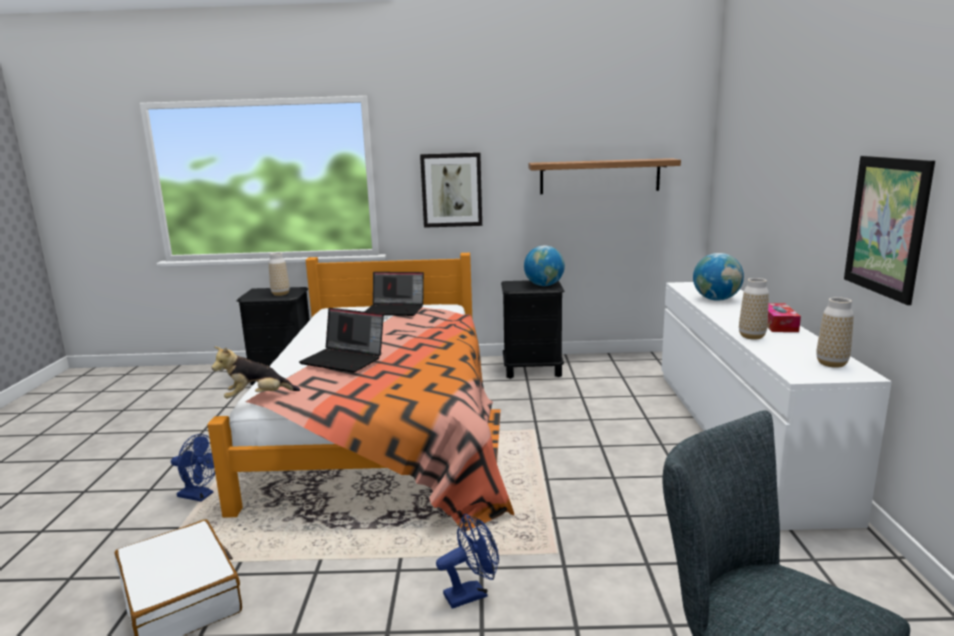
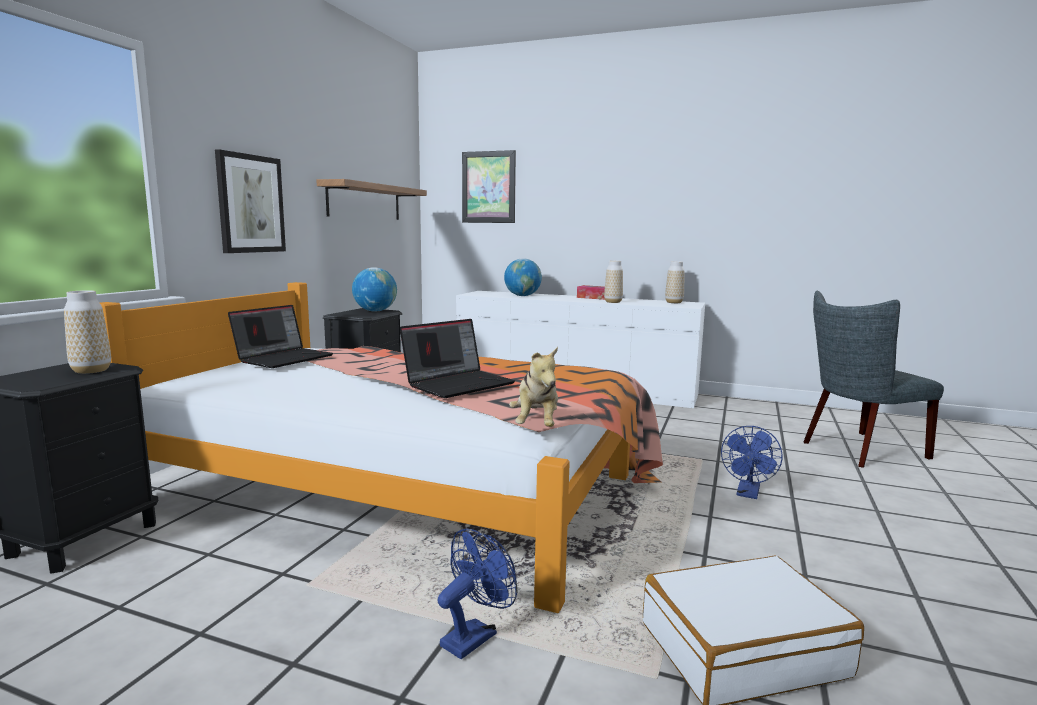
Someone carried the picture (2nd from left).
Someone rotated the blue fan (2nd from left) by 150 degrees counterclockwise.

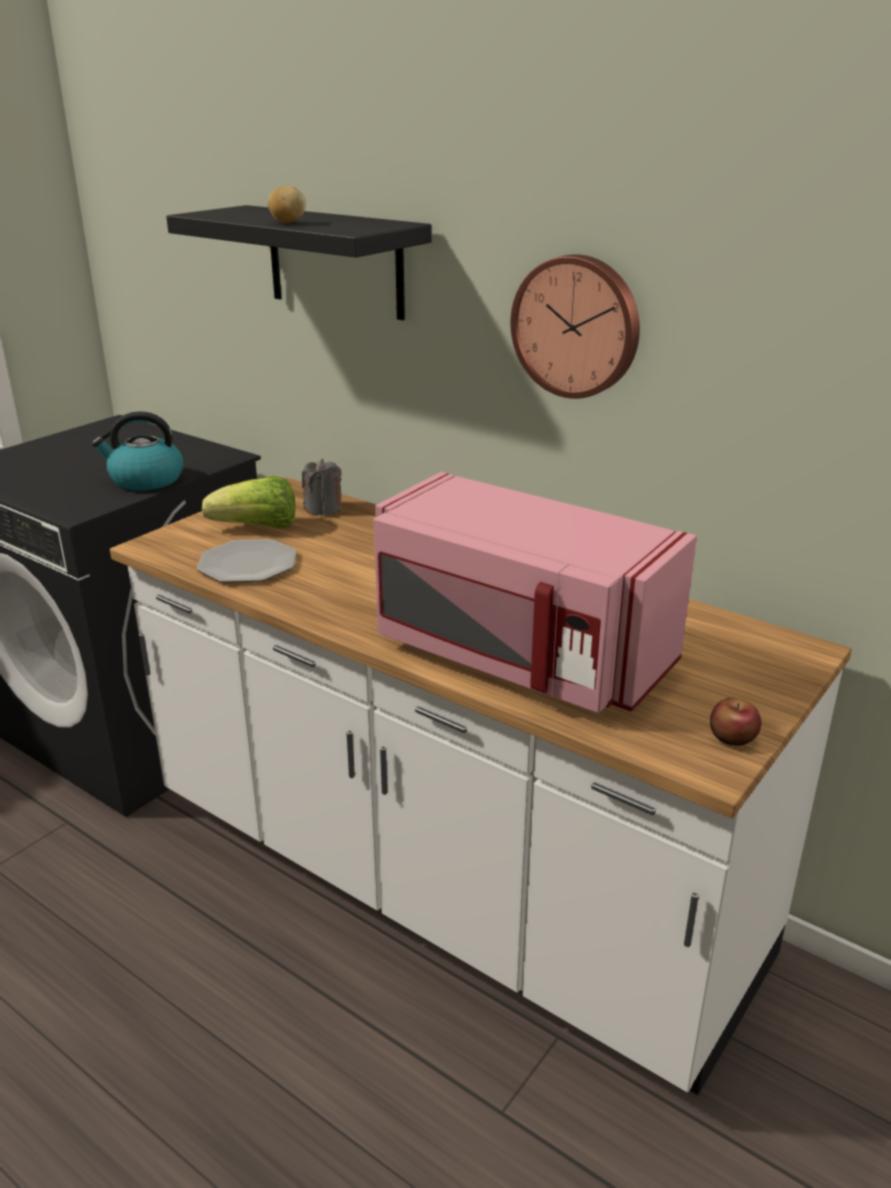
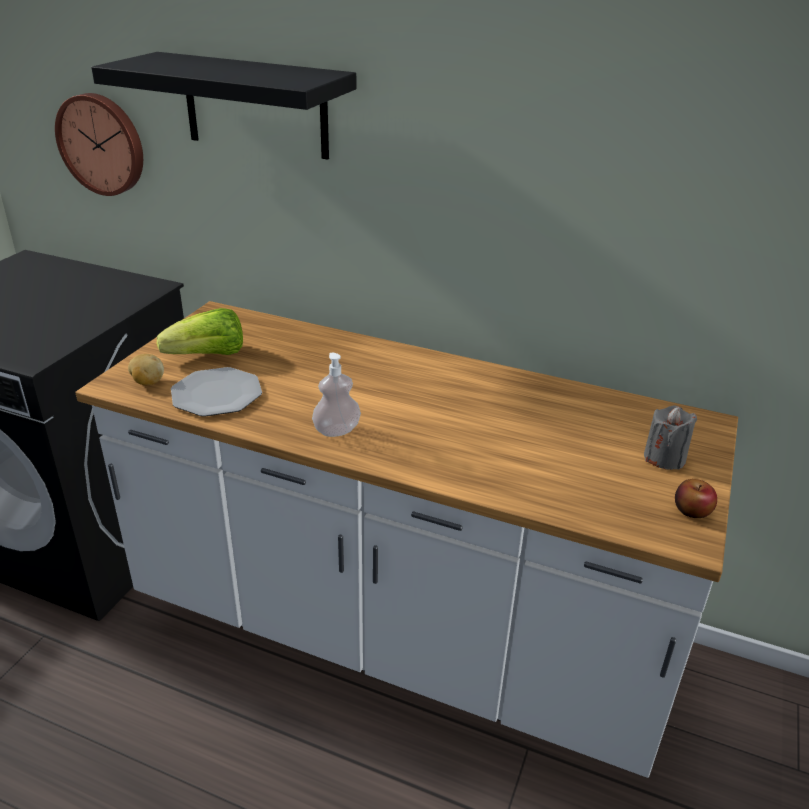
Someone carried the wall clock.
Someone carried the potato.
Someone put down the soap dispenser.
Someone carried the grey candle.
Someone took away the kettle.
Someone took away the pink microwave.

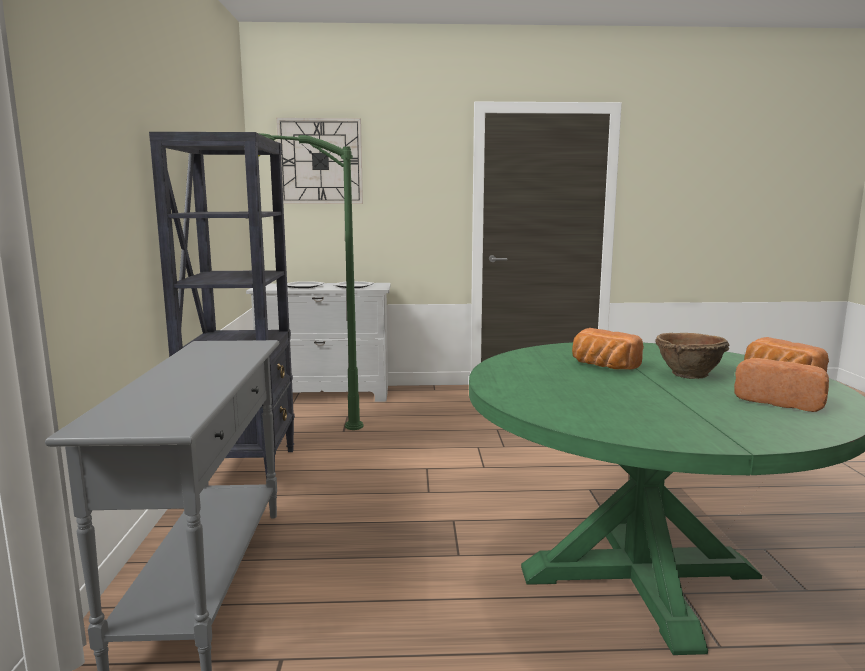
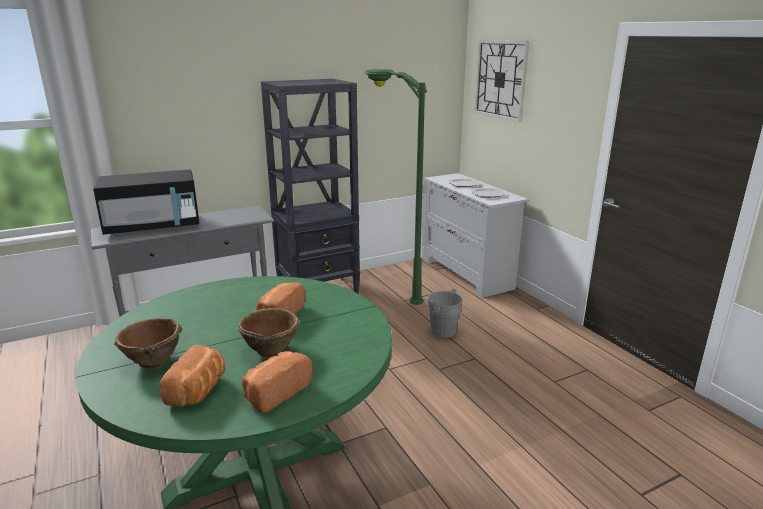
Someone put down the black microwave.
Someone put down the brown bowl (1st from left).
Someone put down the grey bucket.

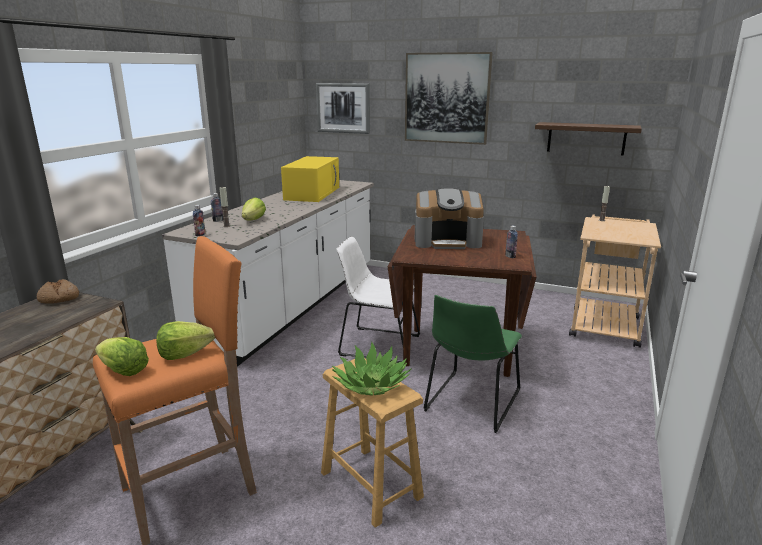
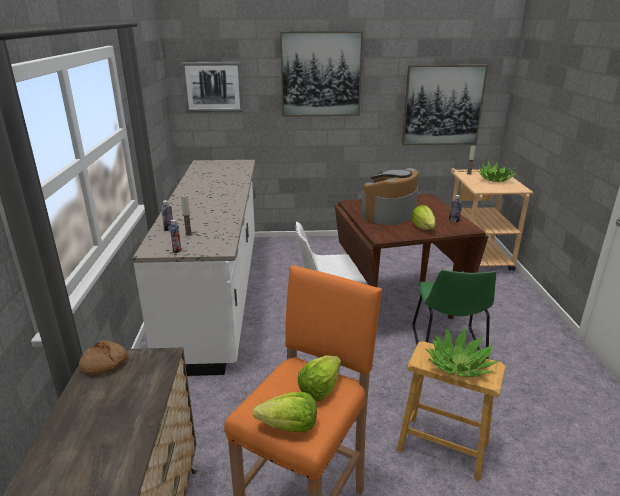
Someone rotated the coffee machine by 150 degrees clockwise.
Someone swapped the shelf for the picture (3rd from left).
Someone carried the lettuce (3rd from left).
Someone put down the potted plant (2nd from left).
Someone took away the yellow microwave.

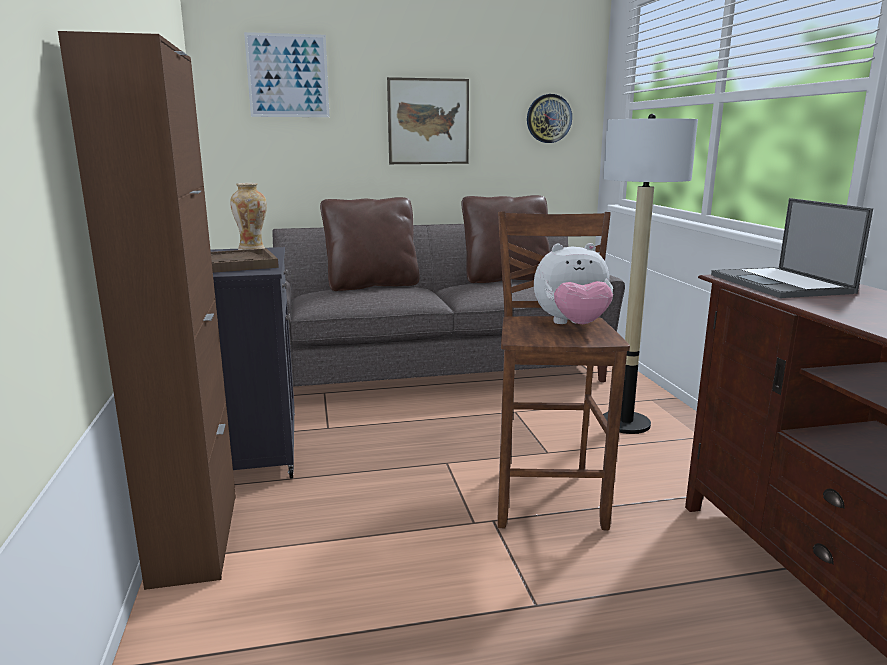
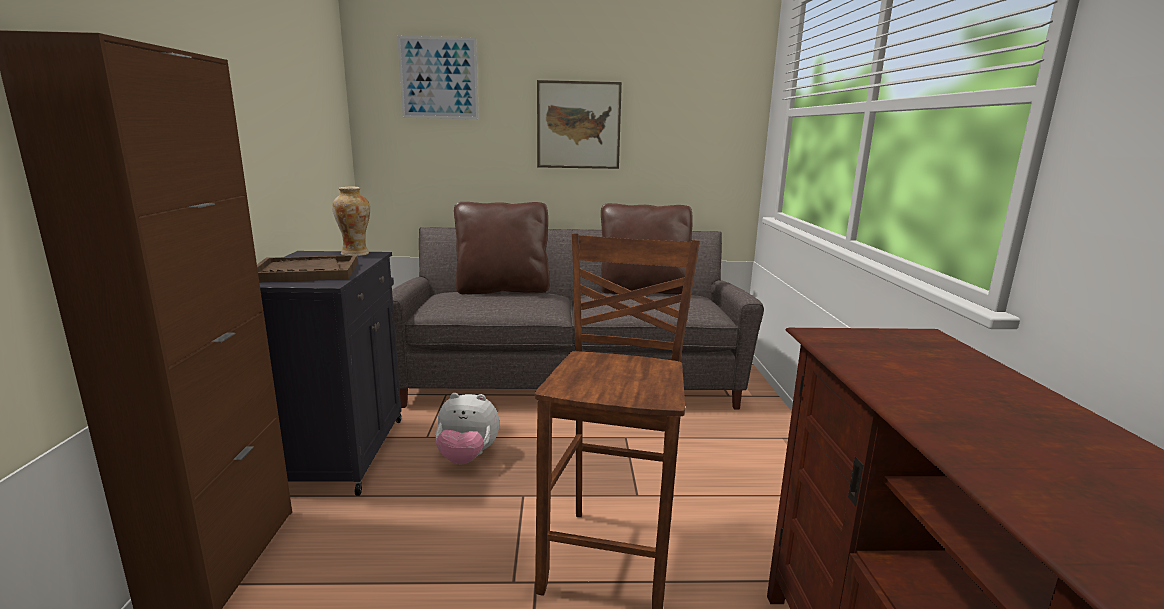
Someone carried the plush toy.
Someone took away the wall clock.
Someone took away the floor lamp.
Someone took away the laptop.

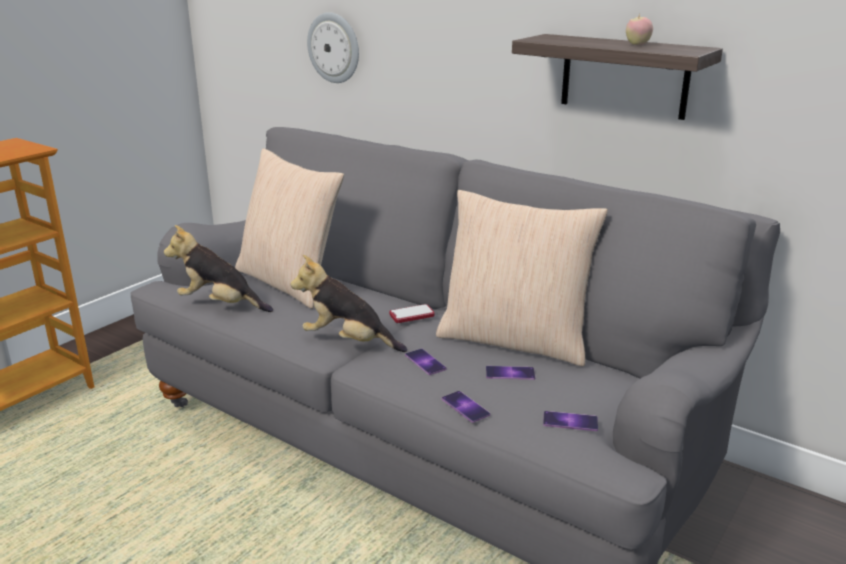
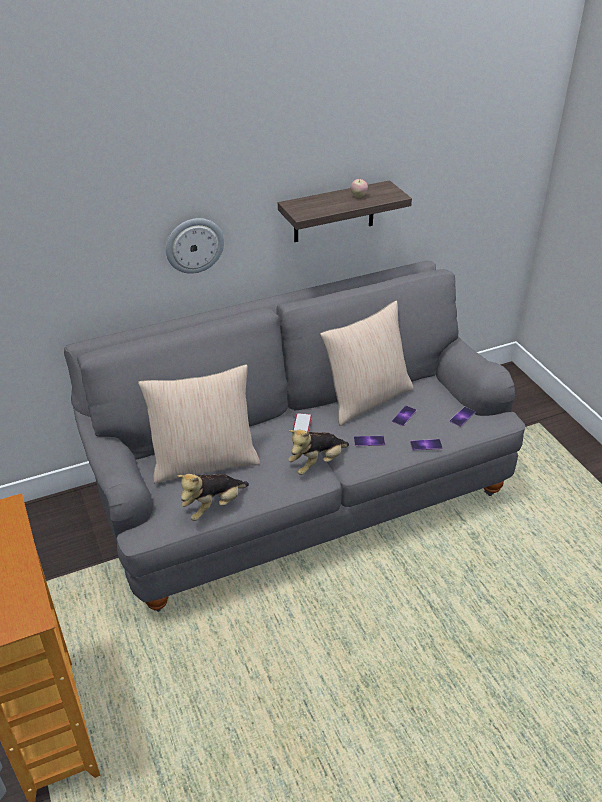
Someone carried the wall clock.

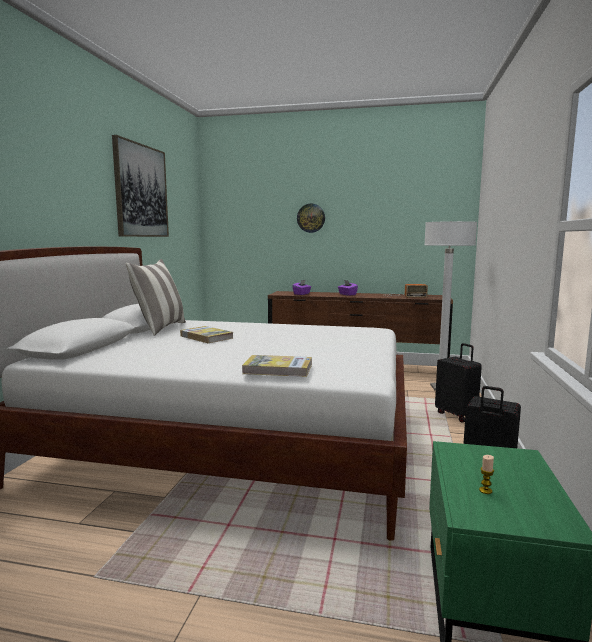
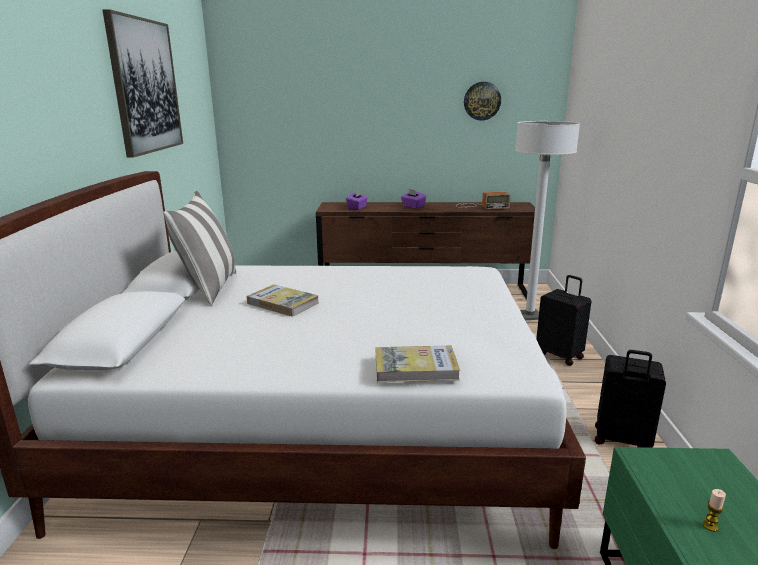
Someone carried the wall clock.

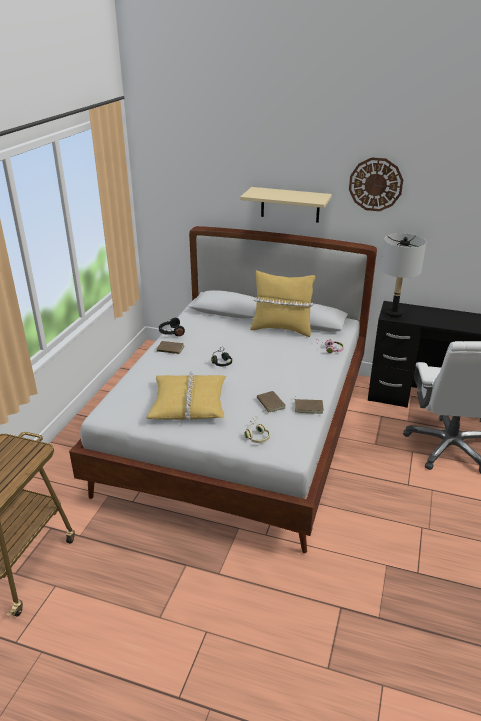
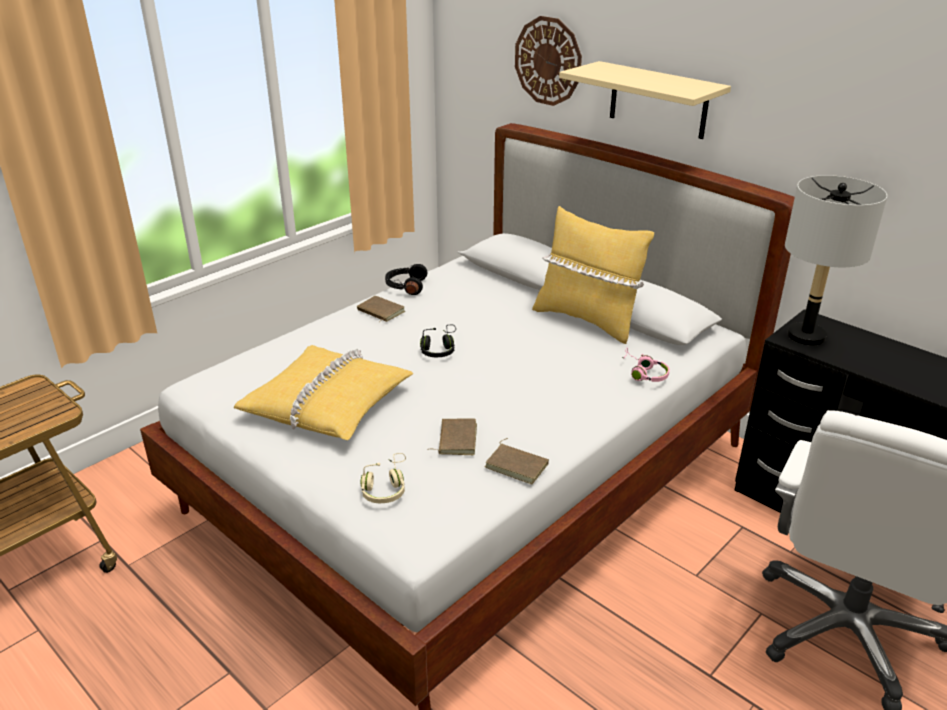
Someone carried the wall clock.

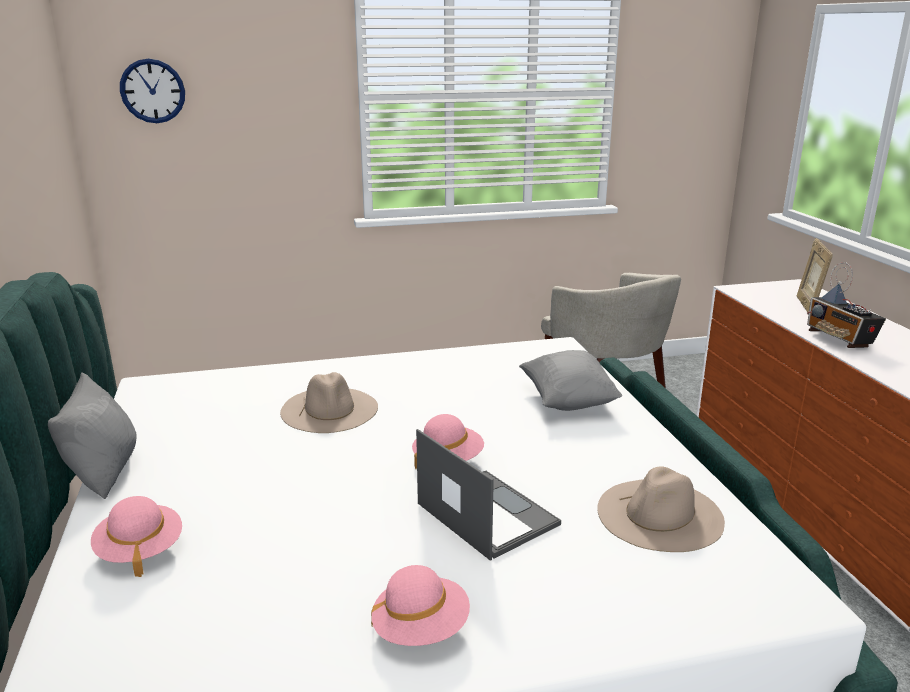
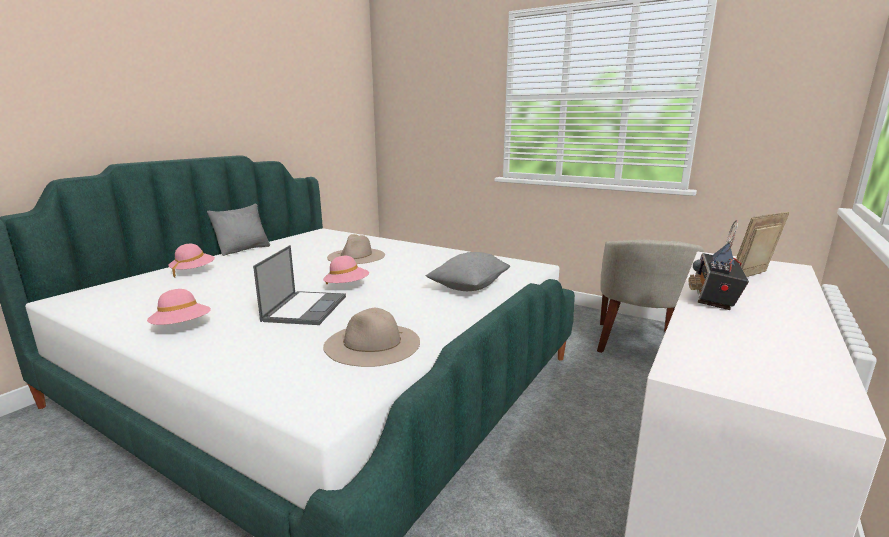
Someone took away the wall clock.

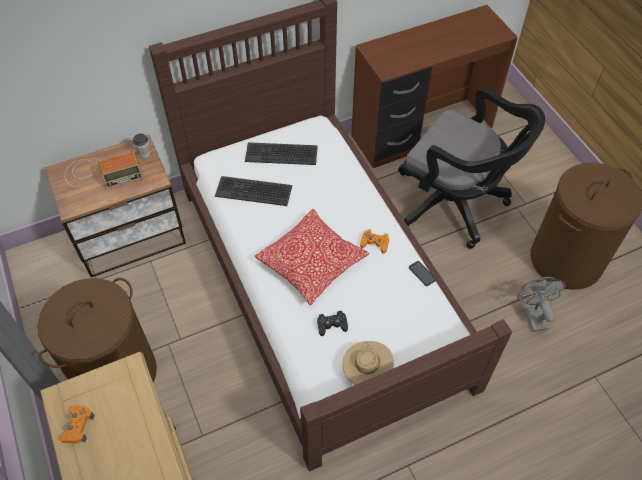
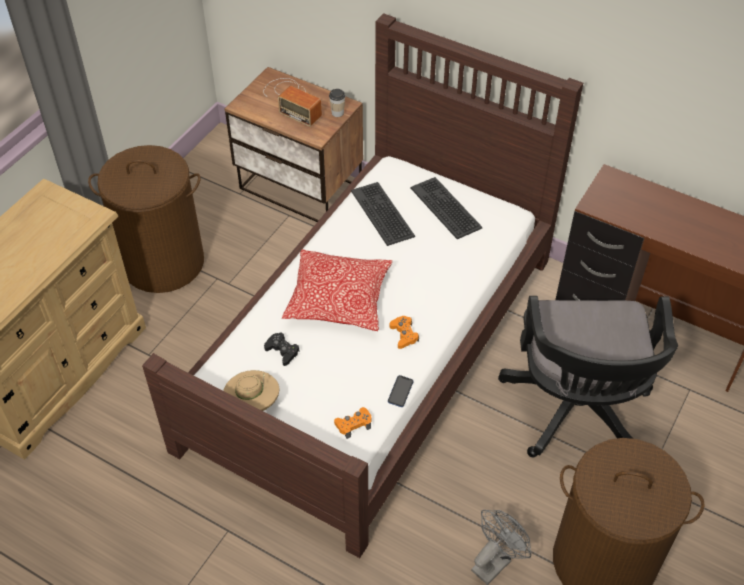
Someone carried the orange game controller (1st from left).

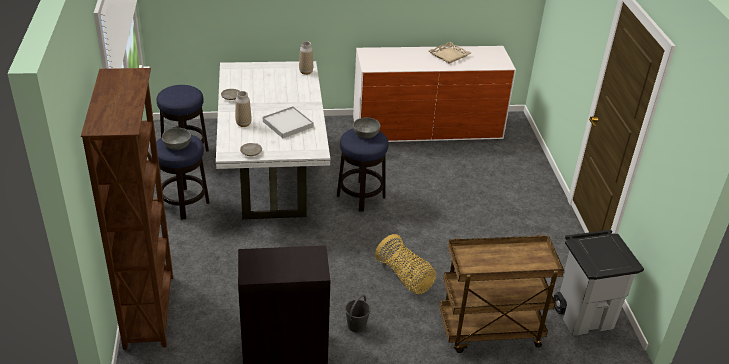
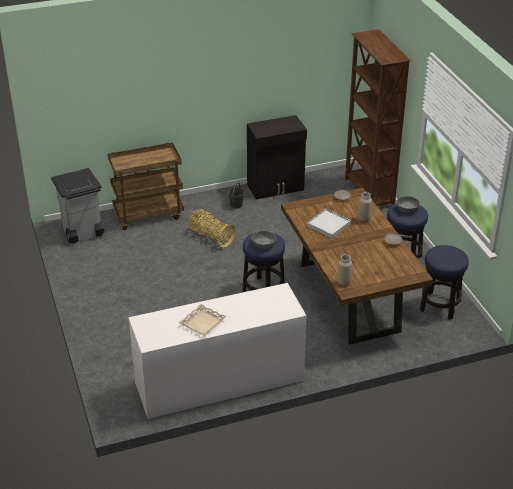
Someone repainted the white dining table, which became the brown dining table.

